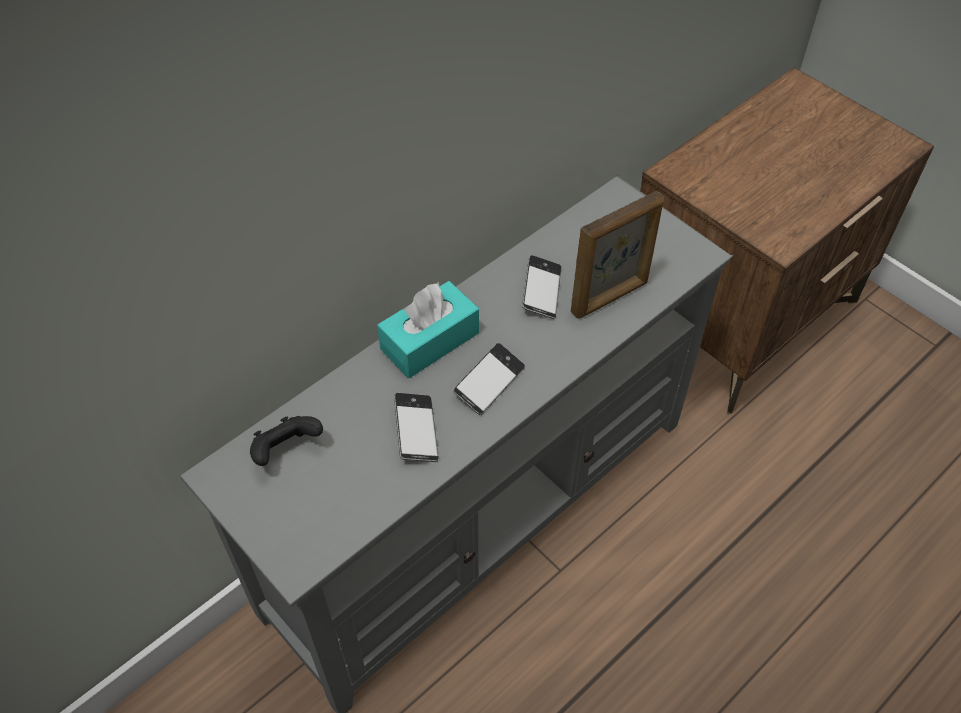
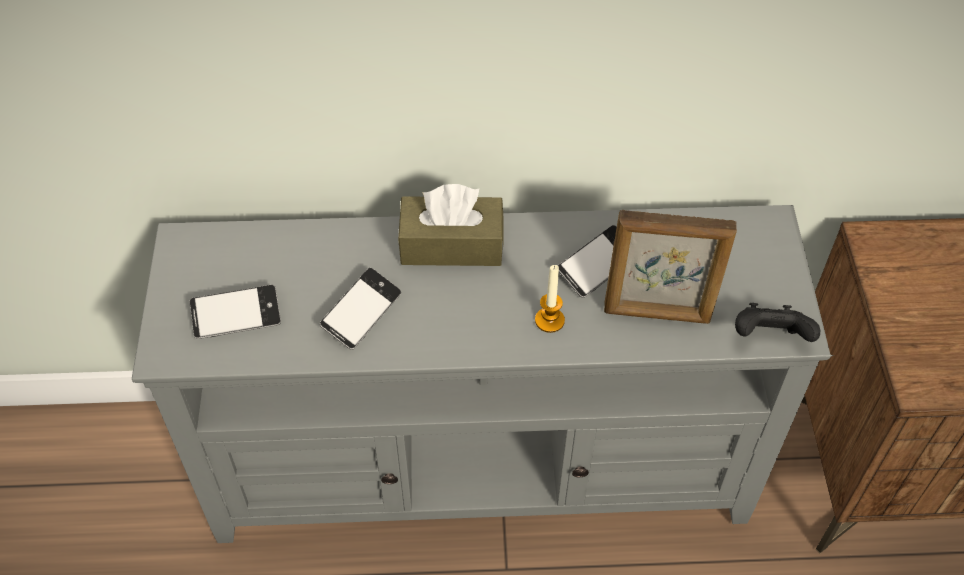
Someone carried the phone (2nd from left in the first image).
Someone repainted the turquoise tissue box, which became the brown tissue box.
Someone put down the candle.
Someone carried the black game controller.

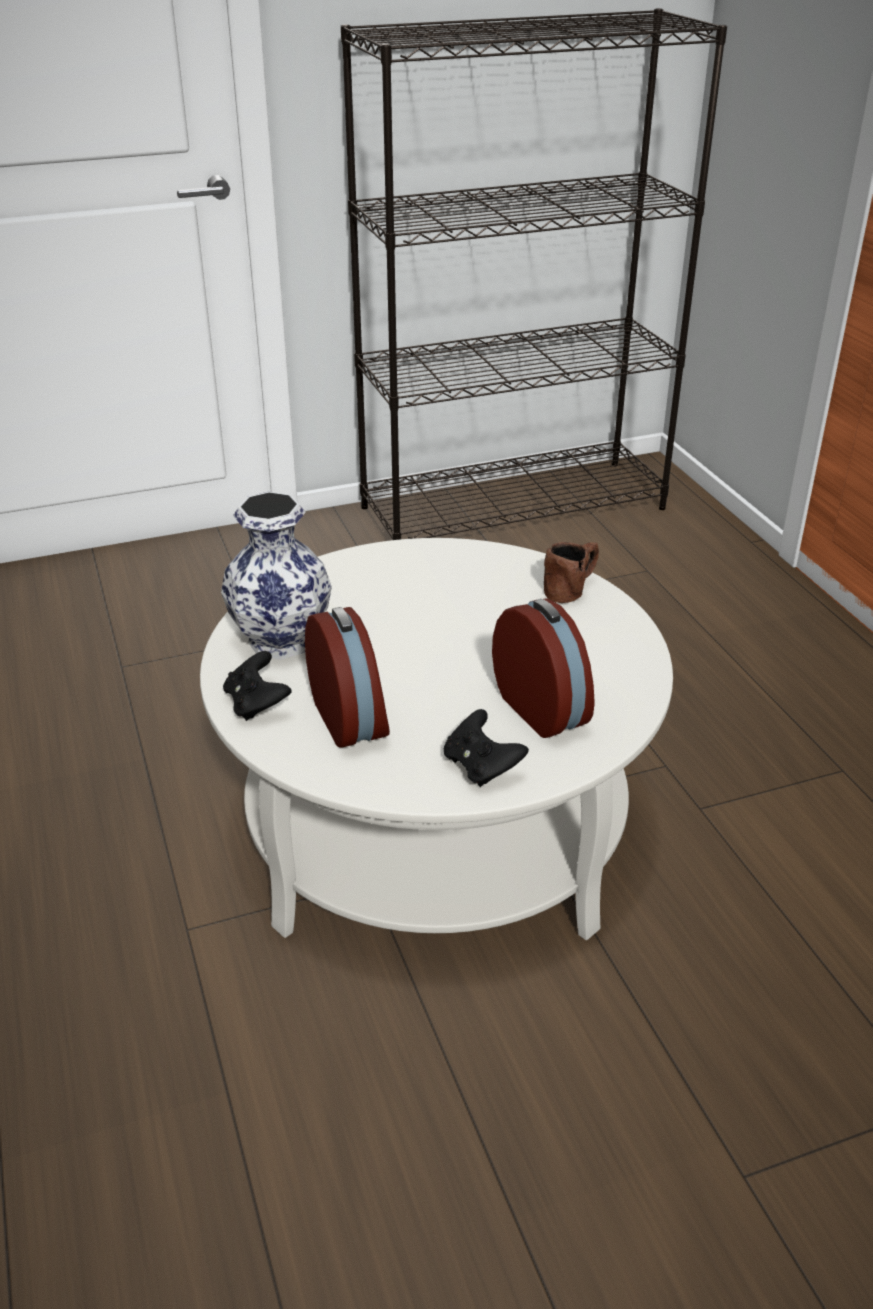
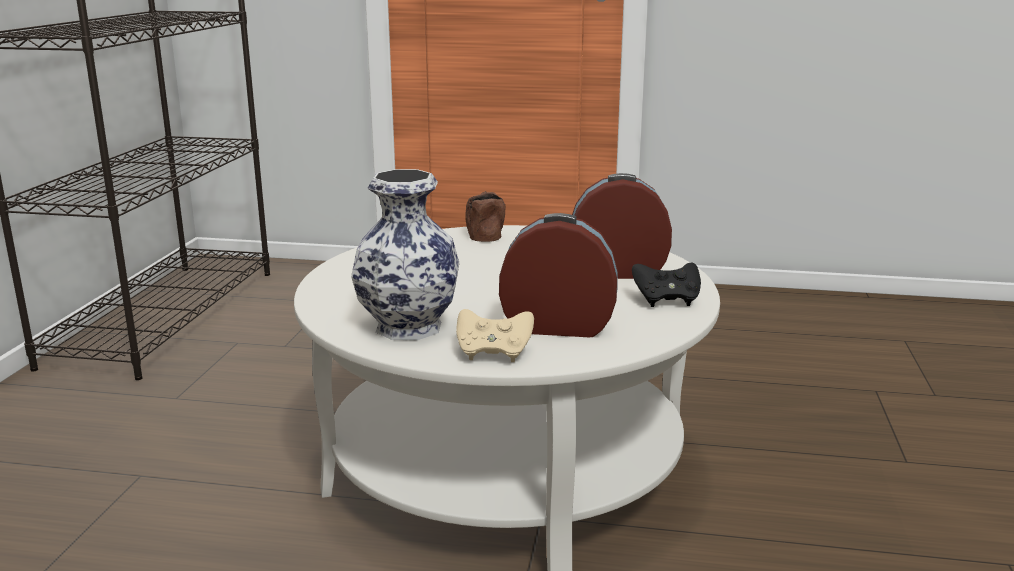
Someone repainted the black game controller (1st from left), which became the beige game controller.

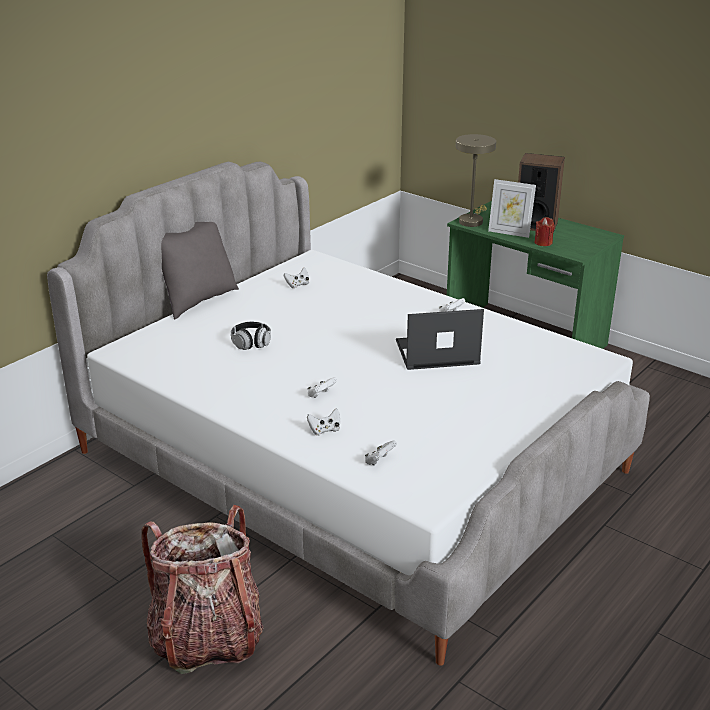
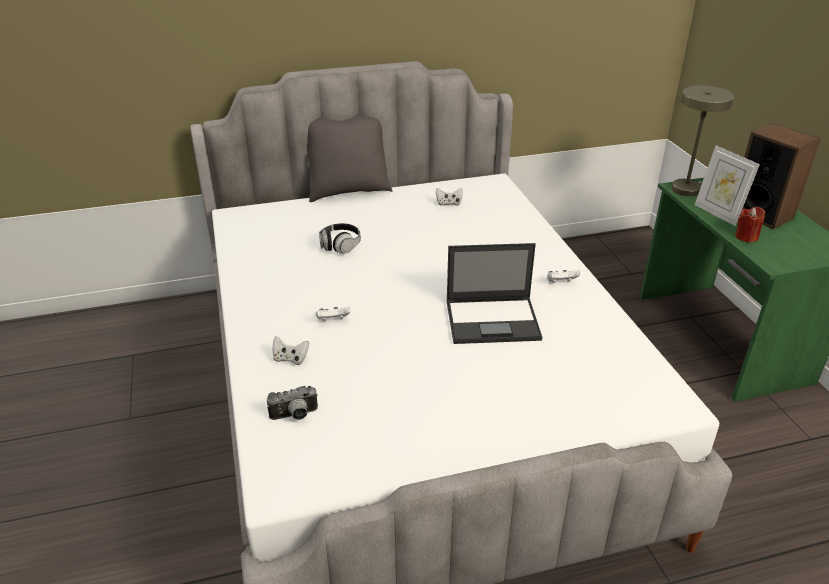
Someone swapped the white game controller (4th from left) for the photo camera.
Someone rotated the laptop by 150 degrees clockwise.
Someone took away the backpack.

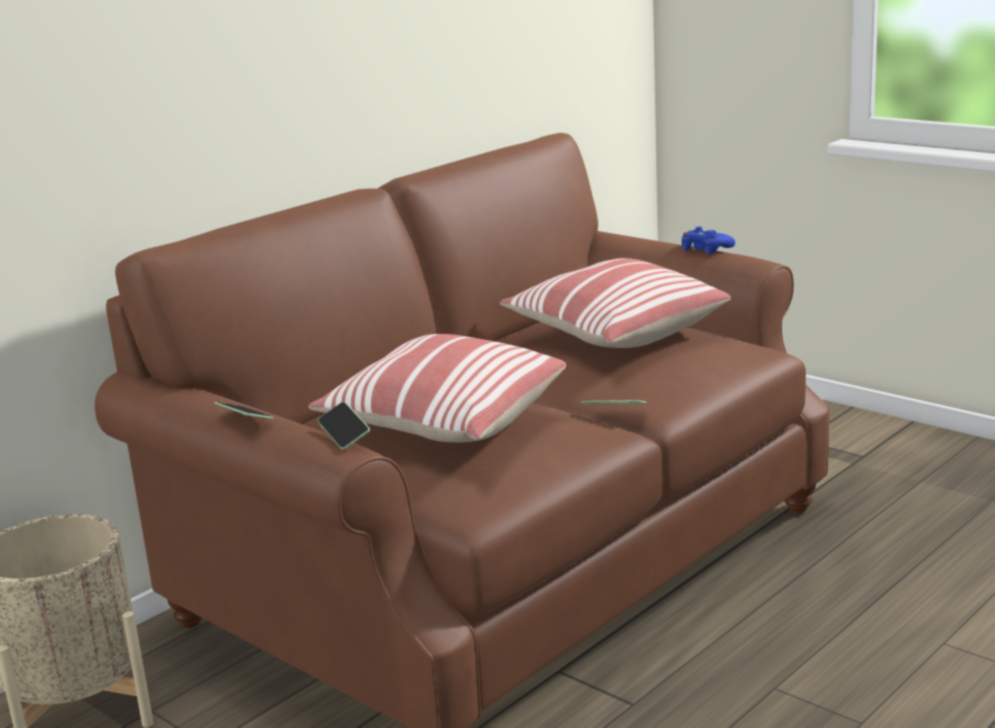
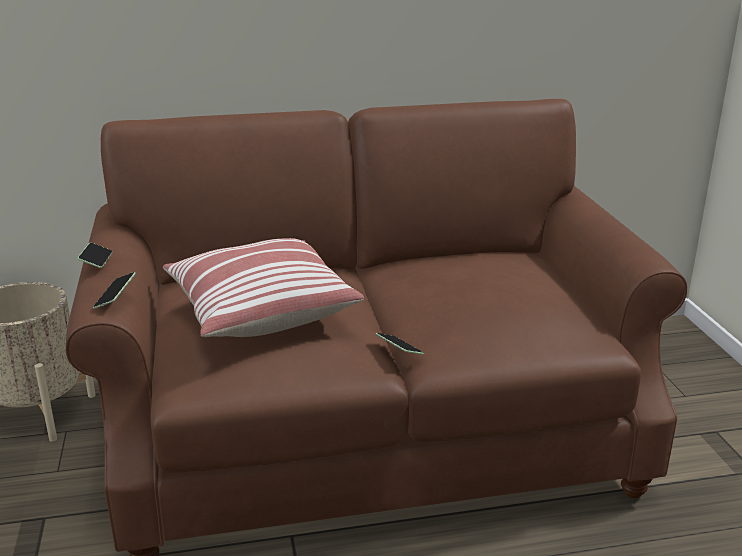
Someone took away the pillow (2nd from left).
Someone took away the blue game controller.

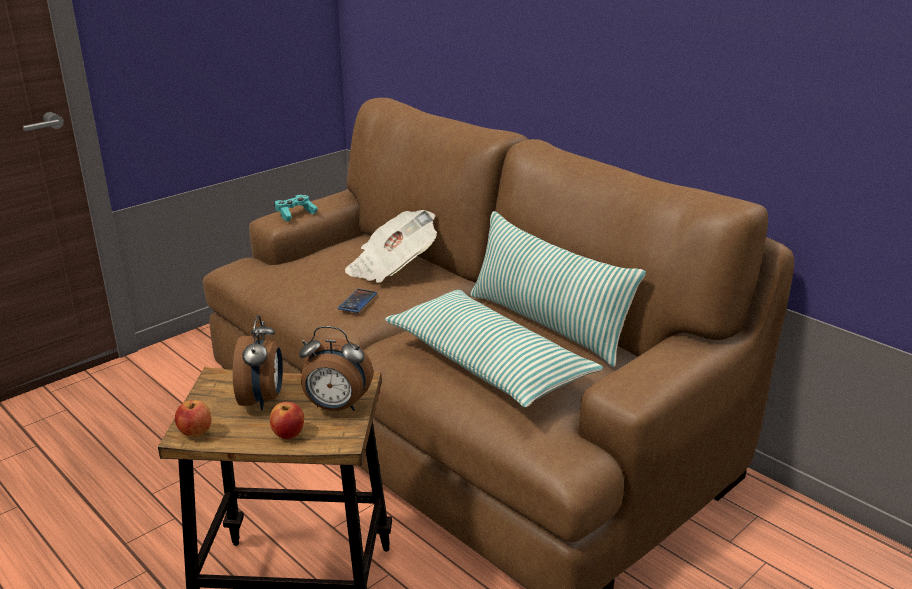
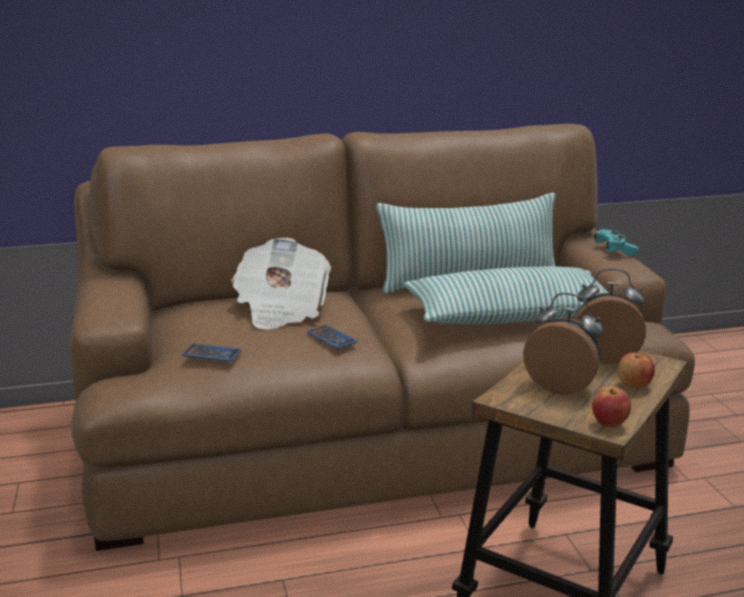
Someone put down the phone (1st from left).
Someone rotated the alarm clock (2nd from left) by 120 degrees counterclockwise.
Someone carried the turquoise game controller.

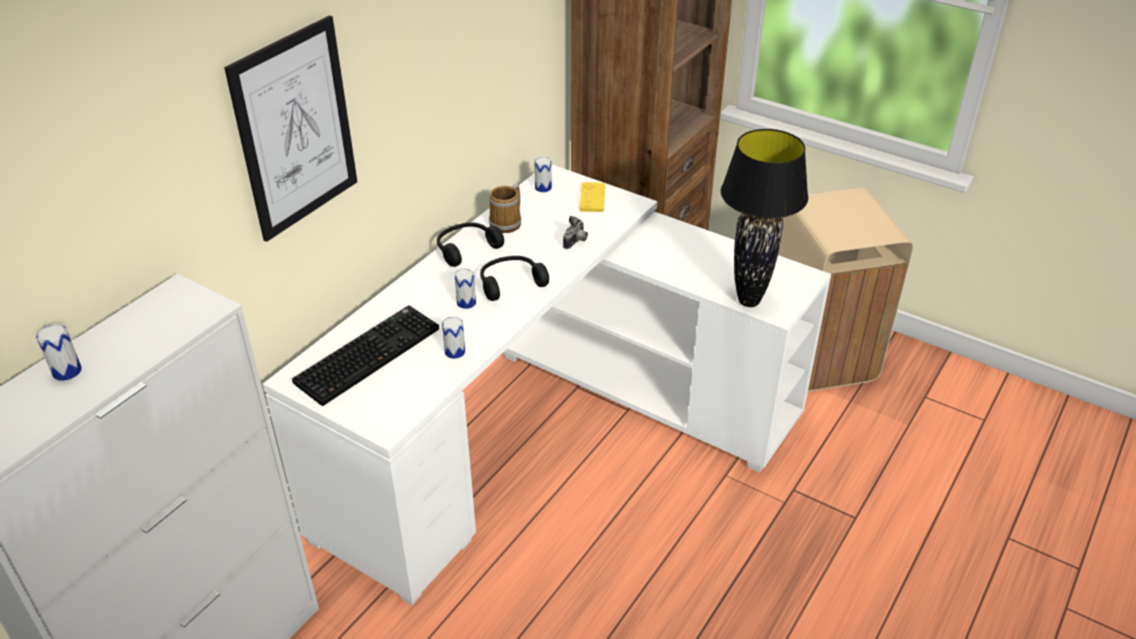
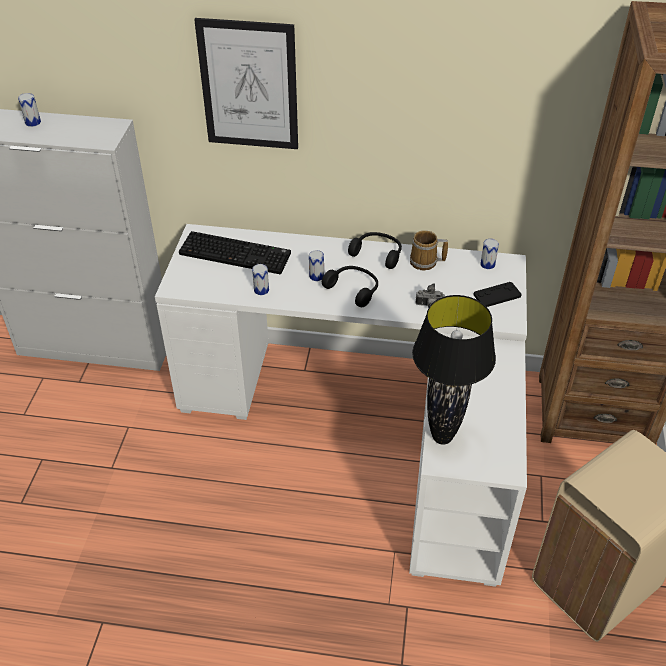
Someone repainted the yellow game controller, which became the black game controller.

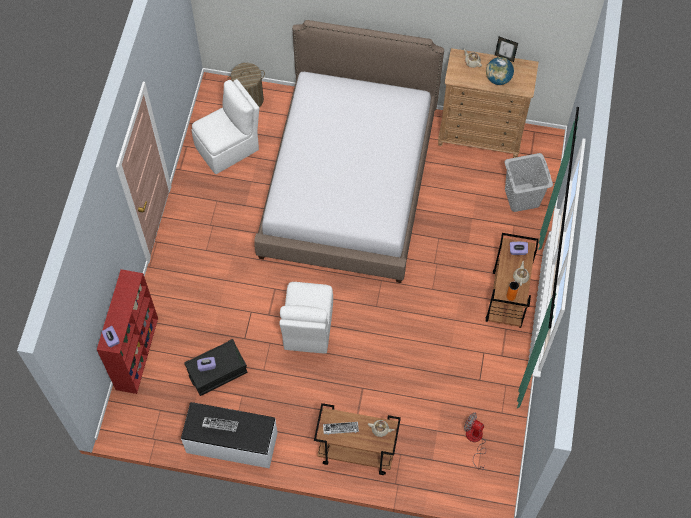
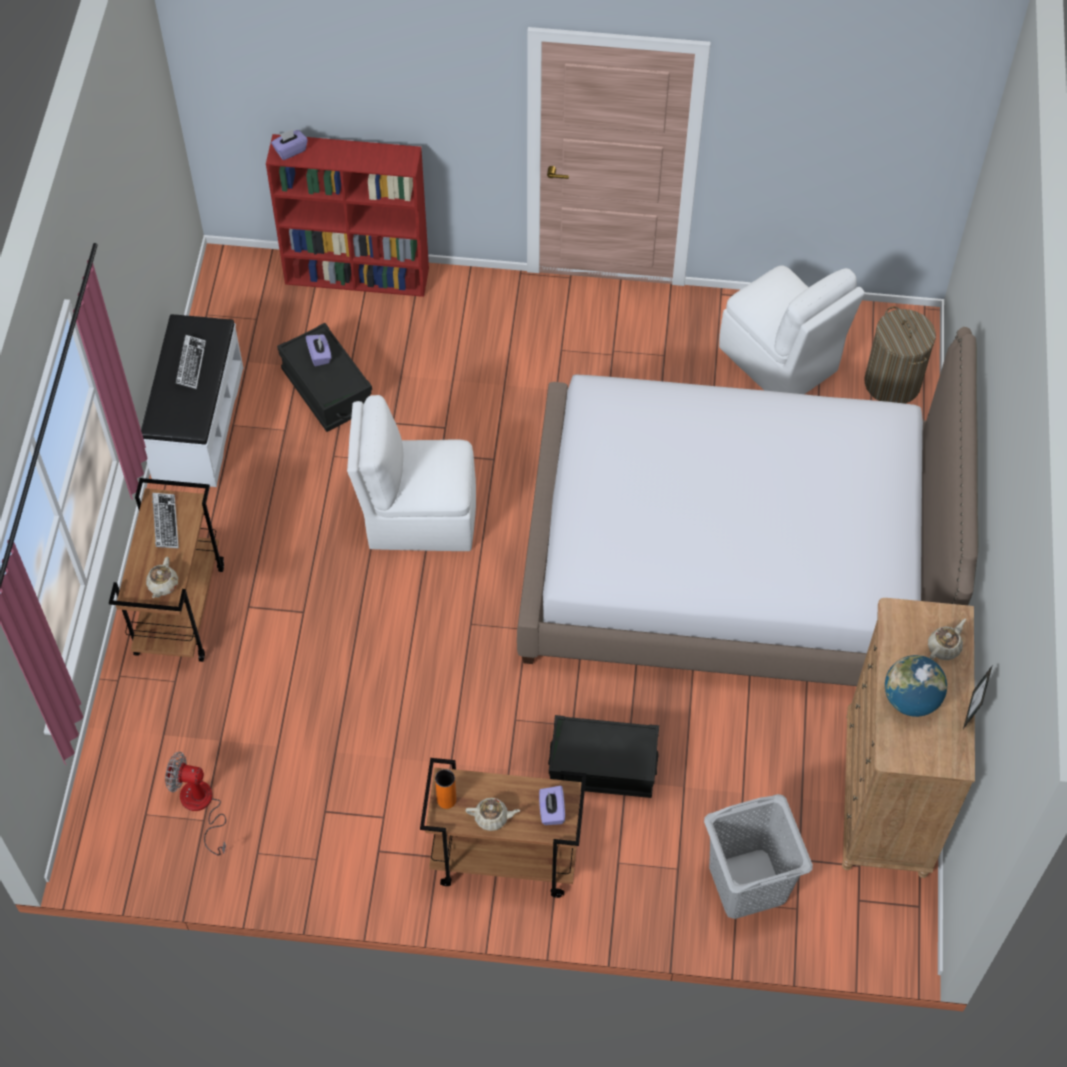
Someone rotated the fan by 105 degrees counterclockwise.
Someone put down the black storage box (2nd from left).

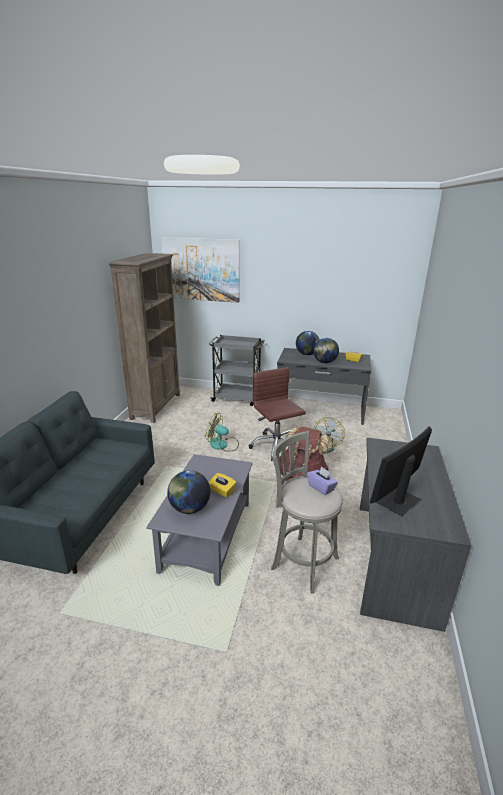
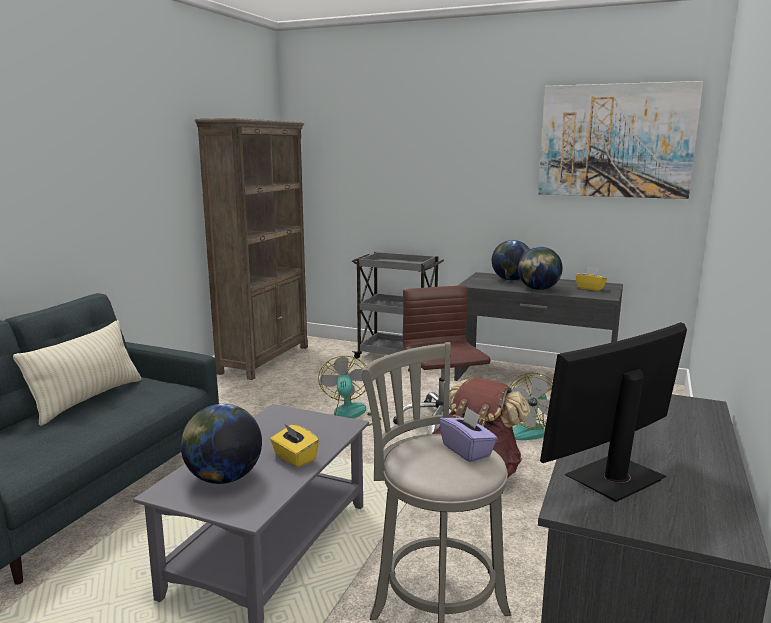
Someone put down the beige pillow.
Someone rotated the fan (1st from left) by 60 degrees clockwise.
Someone carried the picture.

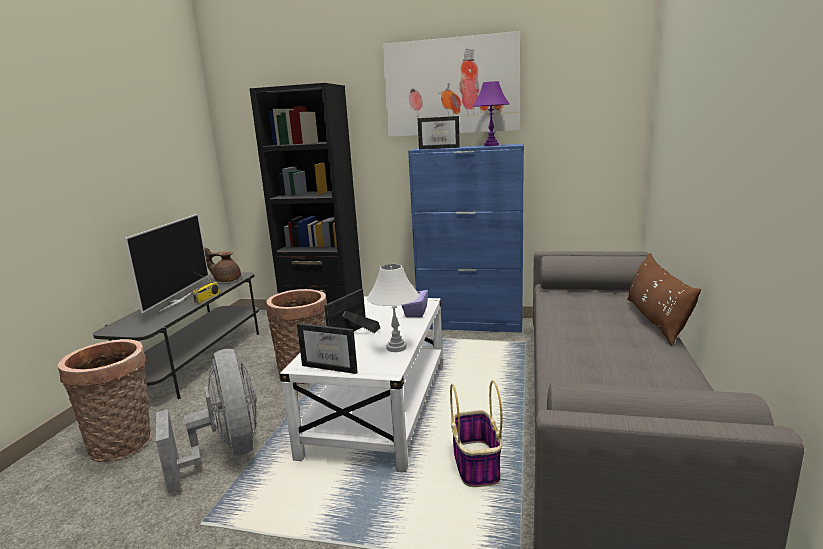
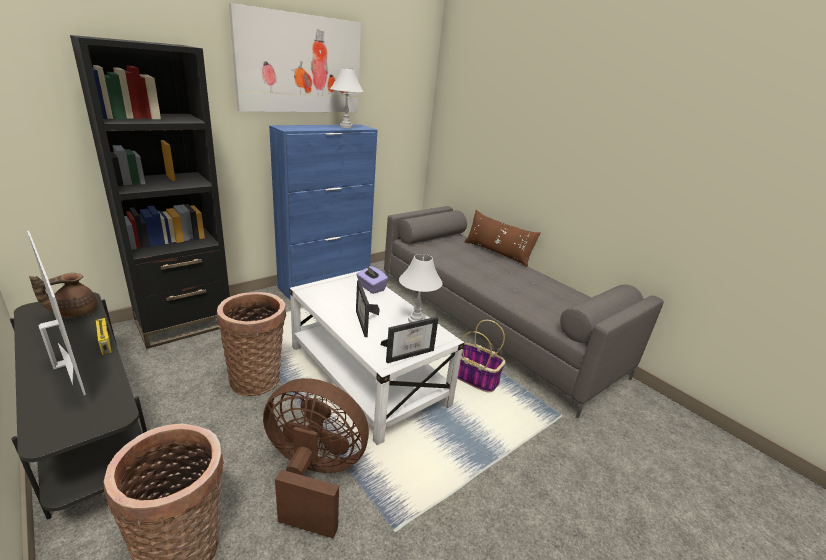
Someone repainted the grey fan, which became the brown fan.
Someone repainted the purple table lamp, which became the white table lamp (1st from left).
Someone took away the picture frame (3rd from left).

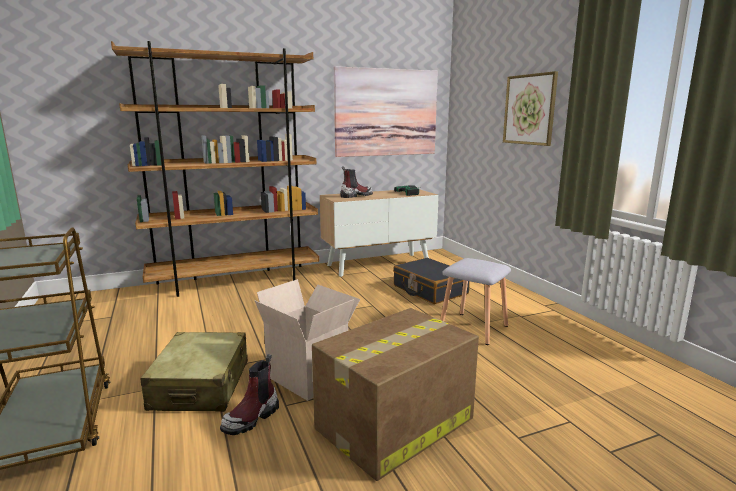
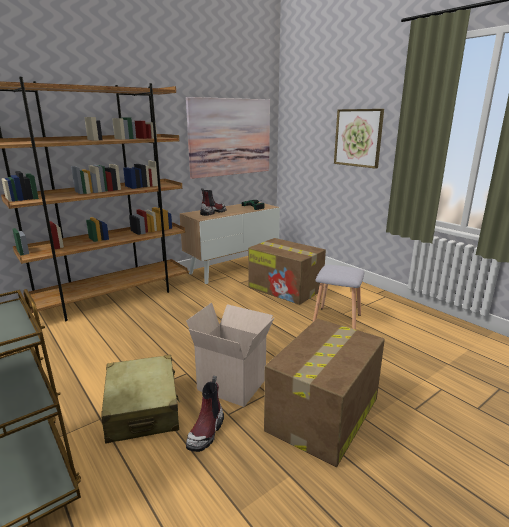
Someone swapped the black suitcase for the cardboard box (2nd from left).

